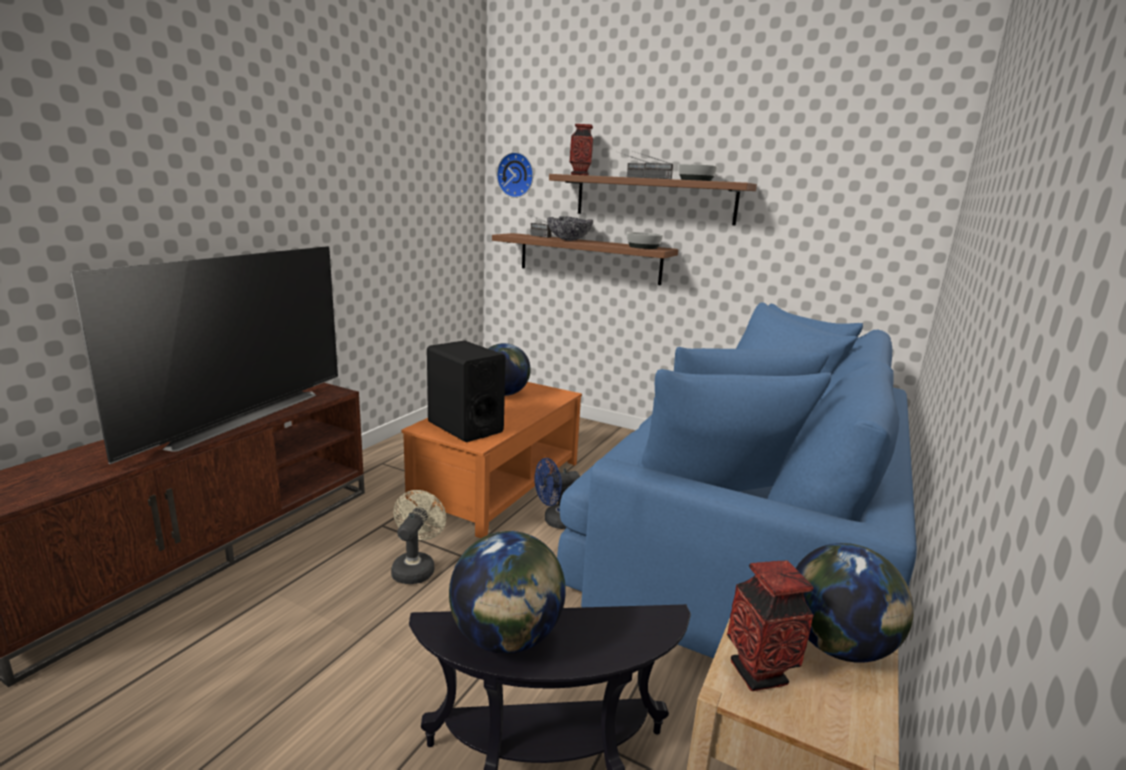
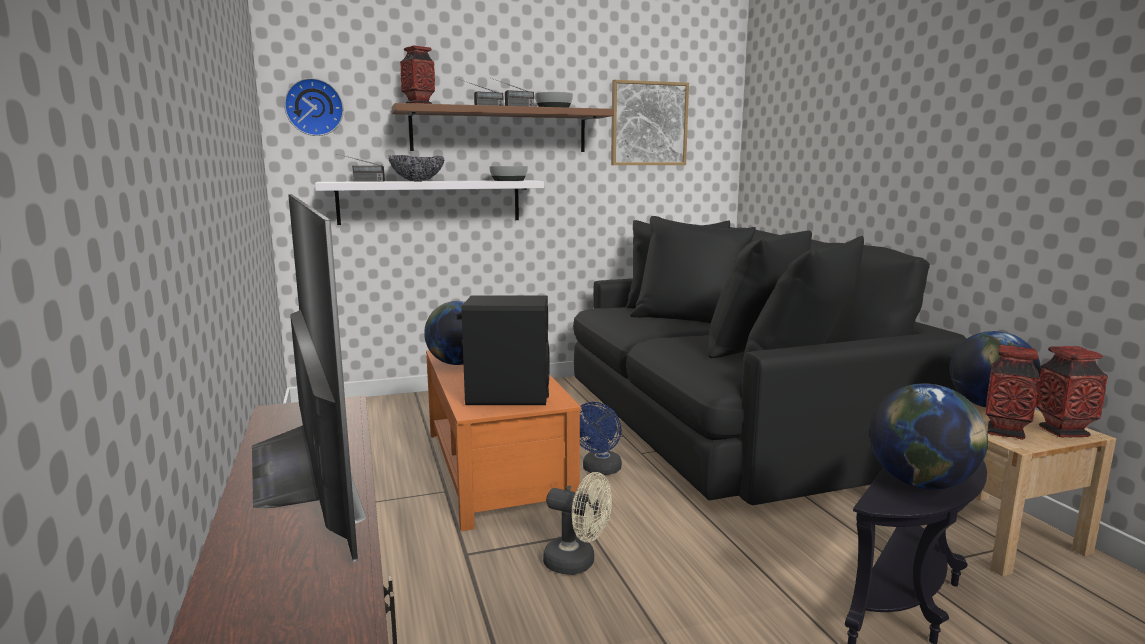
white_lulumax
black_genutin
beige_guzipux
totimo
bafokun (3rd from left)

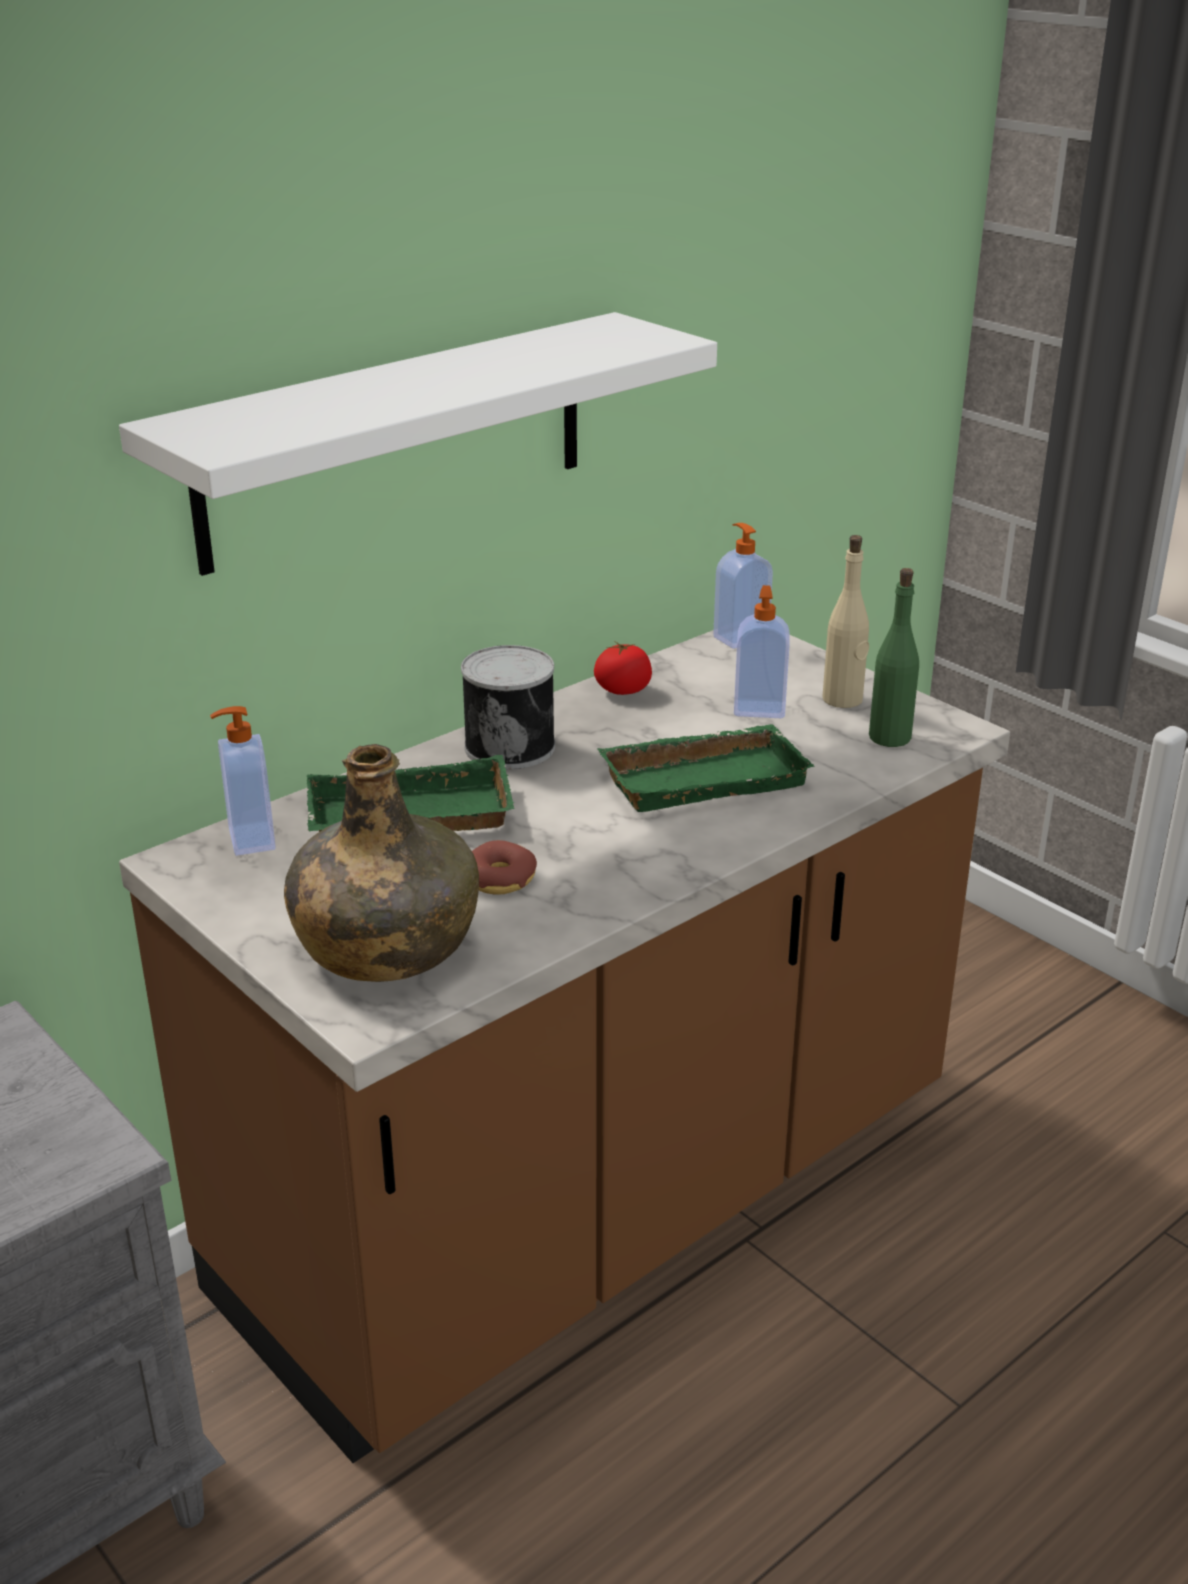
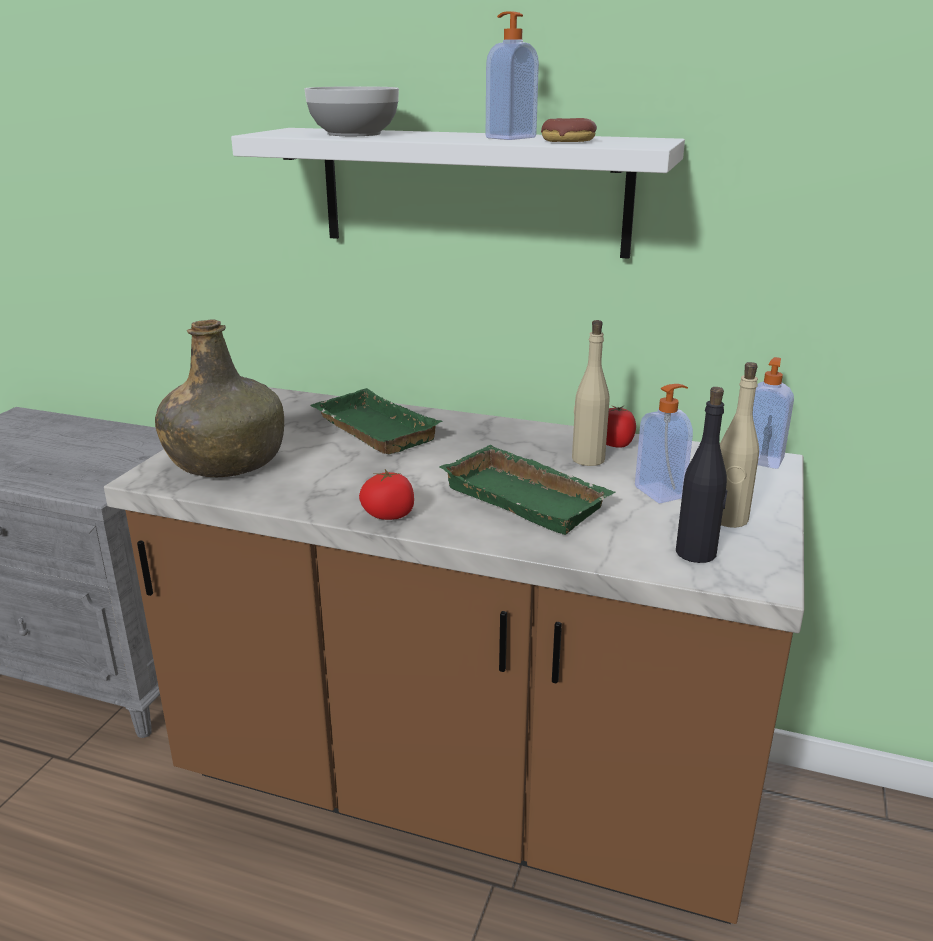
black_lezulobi
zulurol
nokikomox (1st from left)
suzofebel
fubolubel
beige_lezulobi (1st from left)
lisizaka (1st from left)

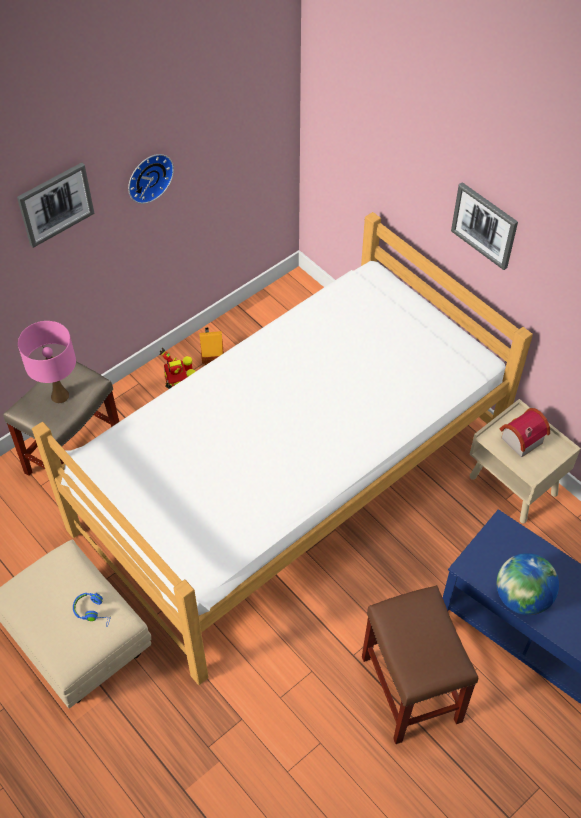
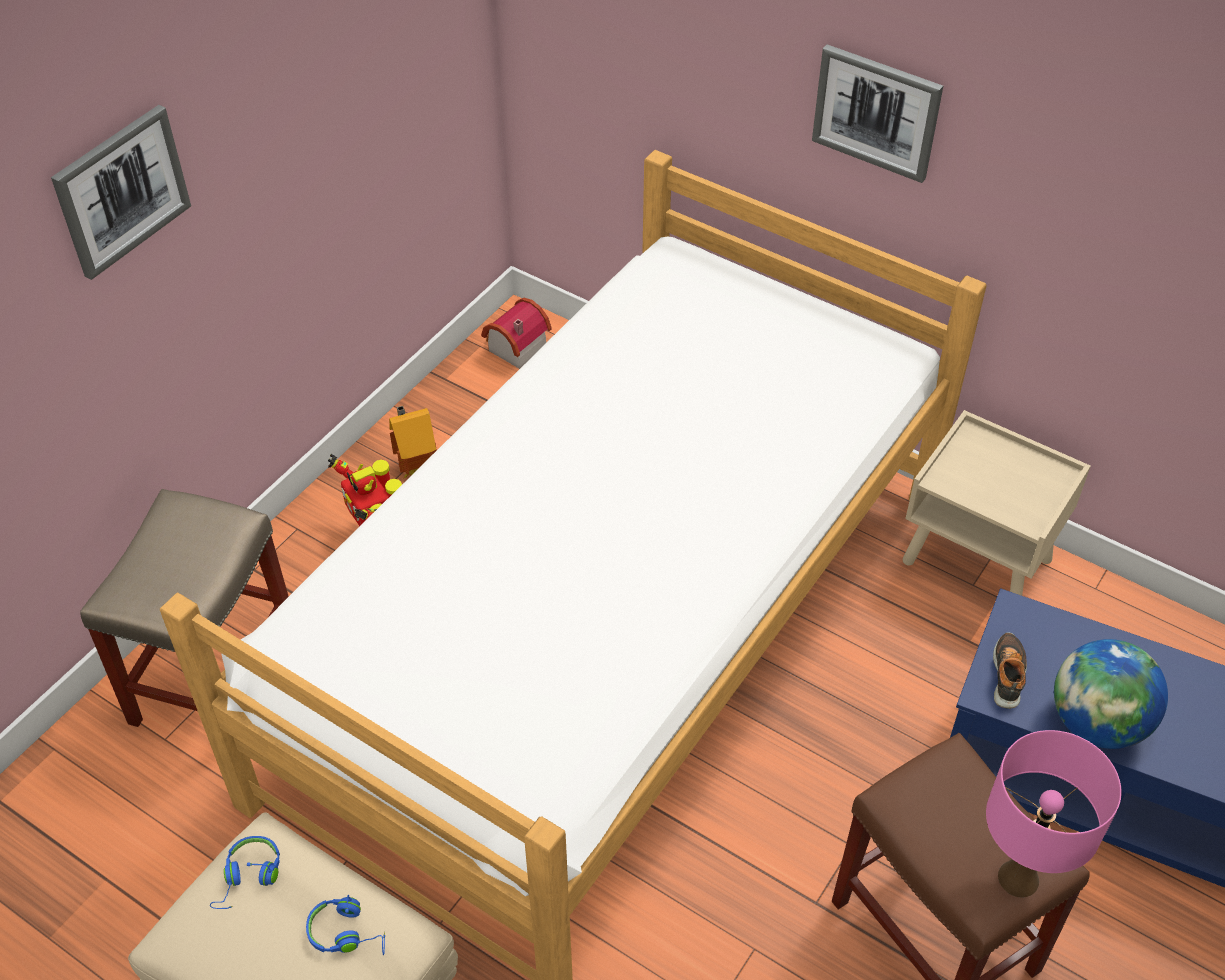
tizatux
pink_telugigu
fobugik (2nd from left)
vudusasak
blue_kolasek (1st from left)

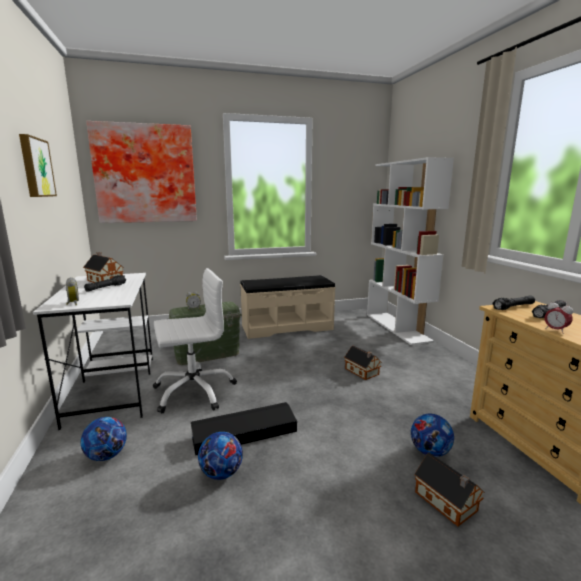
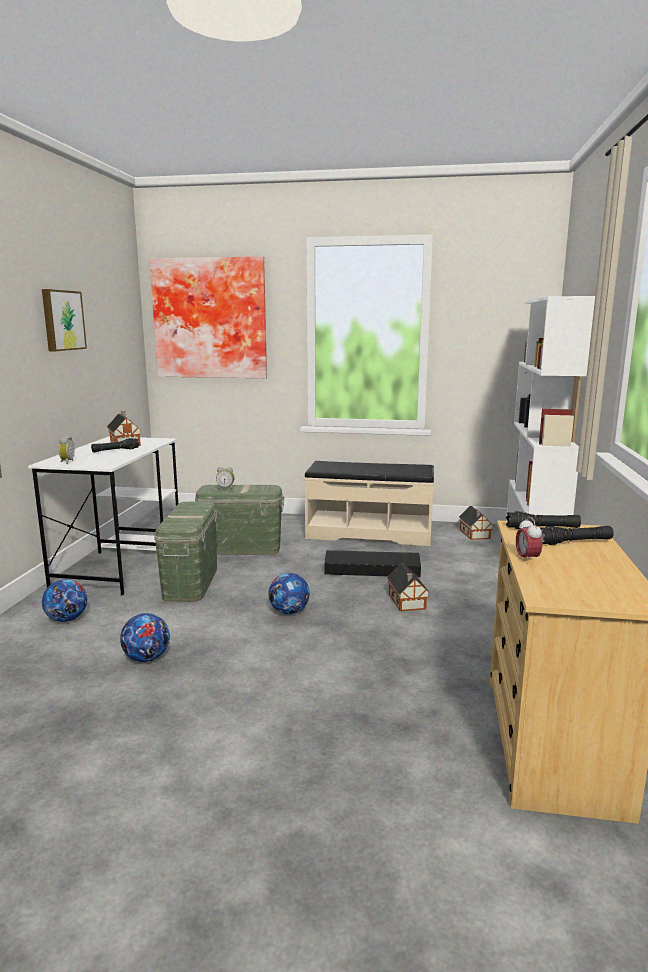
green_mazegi (1st from left)
black_mazegi
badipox (3rd from left)
fobugik (3rd from left)

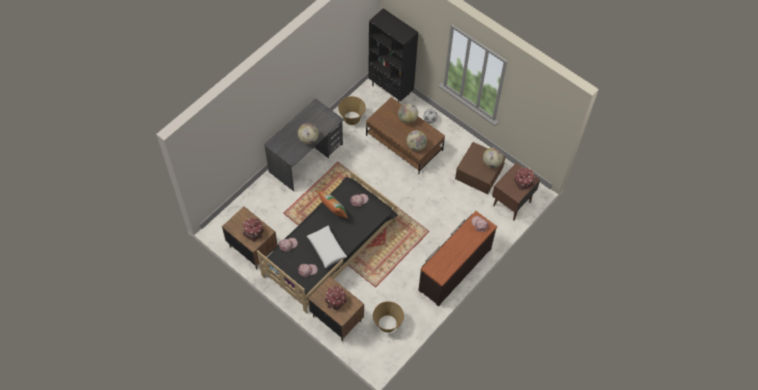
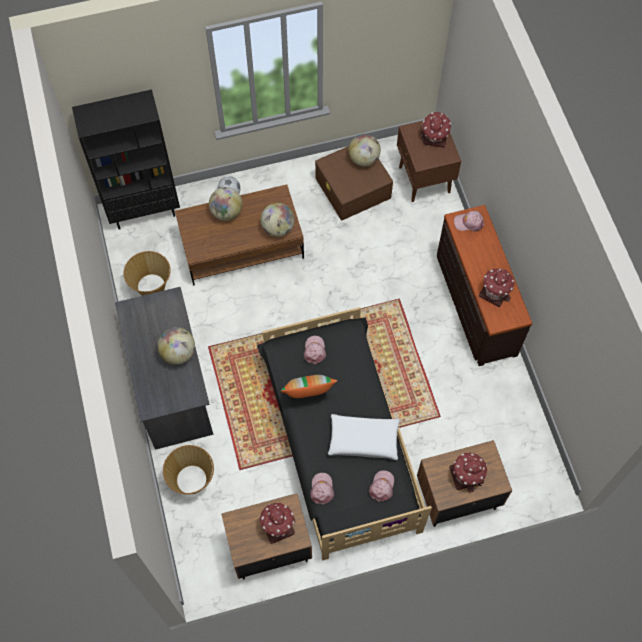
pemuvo (2nd from left)
fobugik (4th from left)

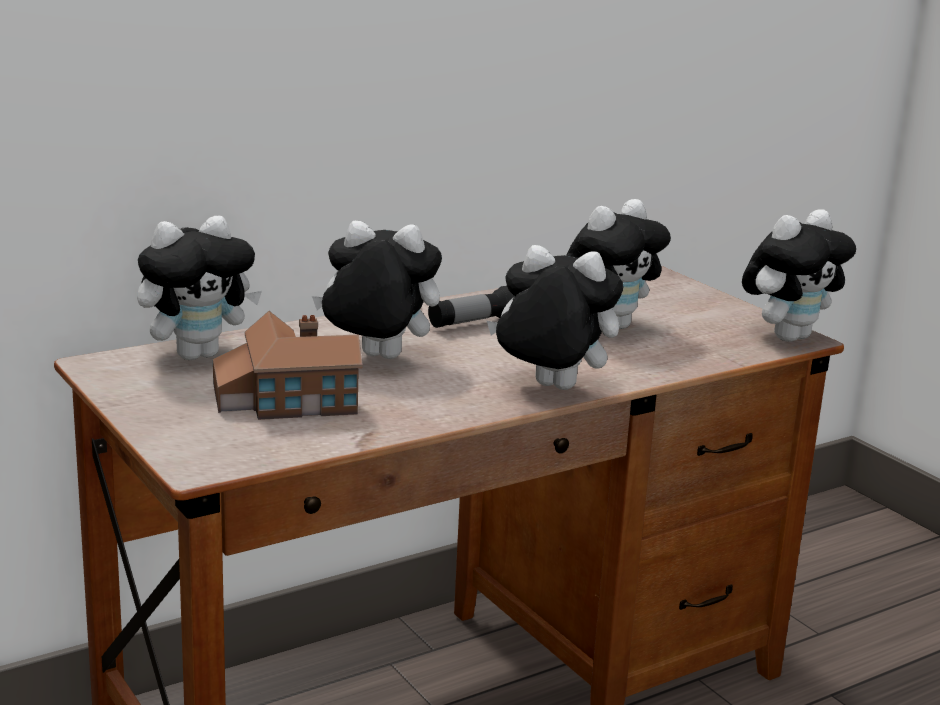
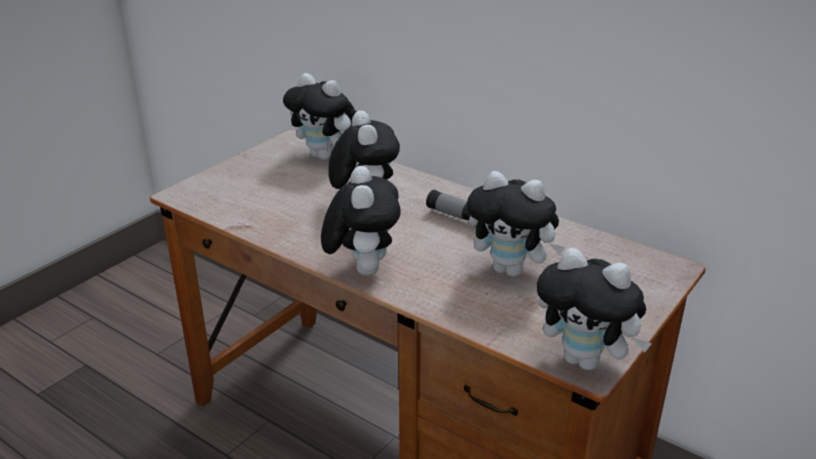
fobugik

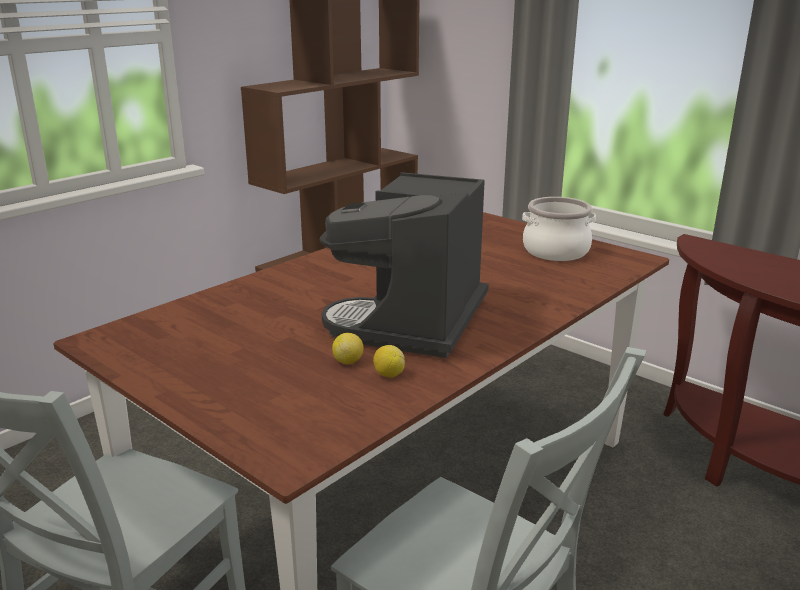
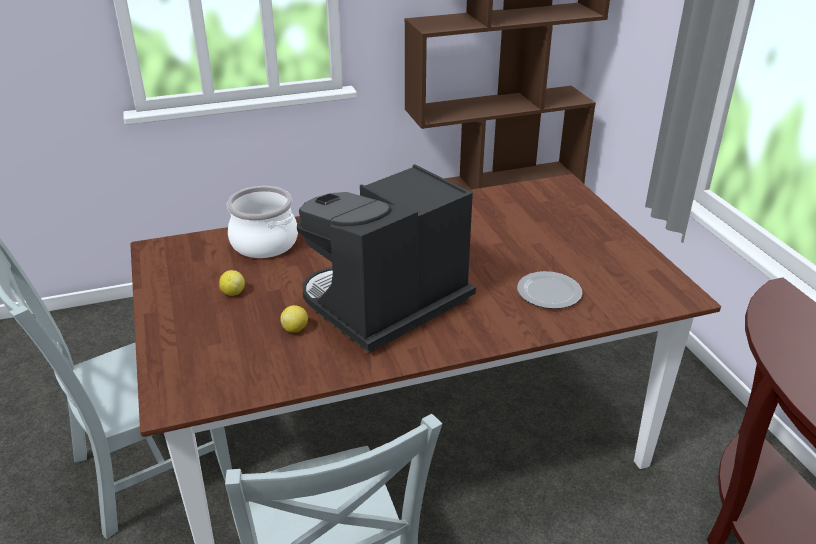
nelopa
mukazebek (1st from left)
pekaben

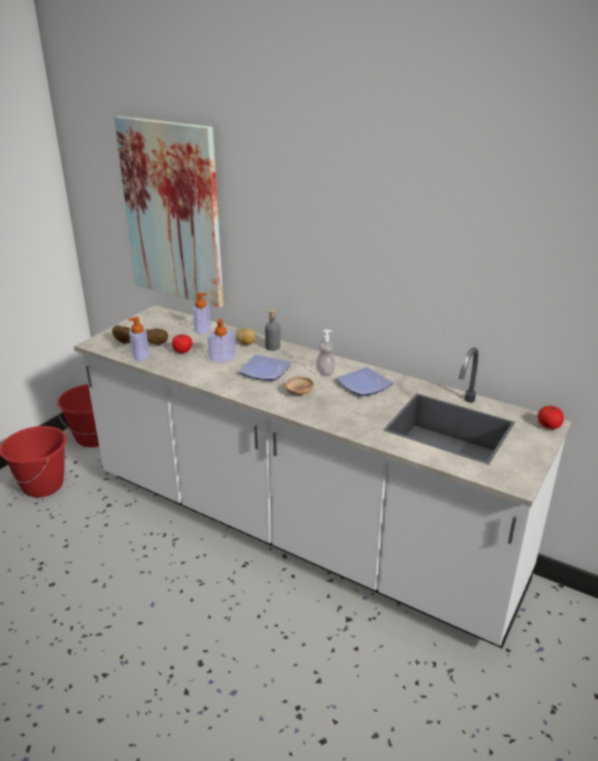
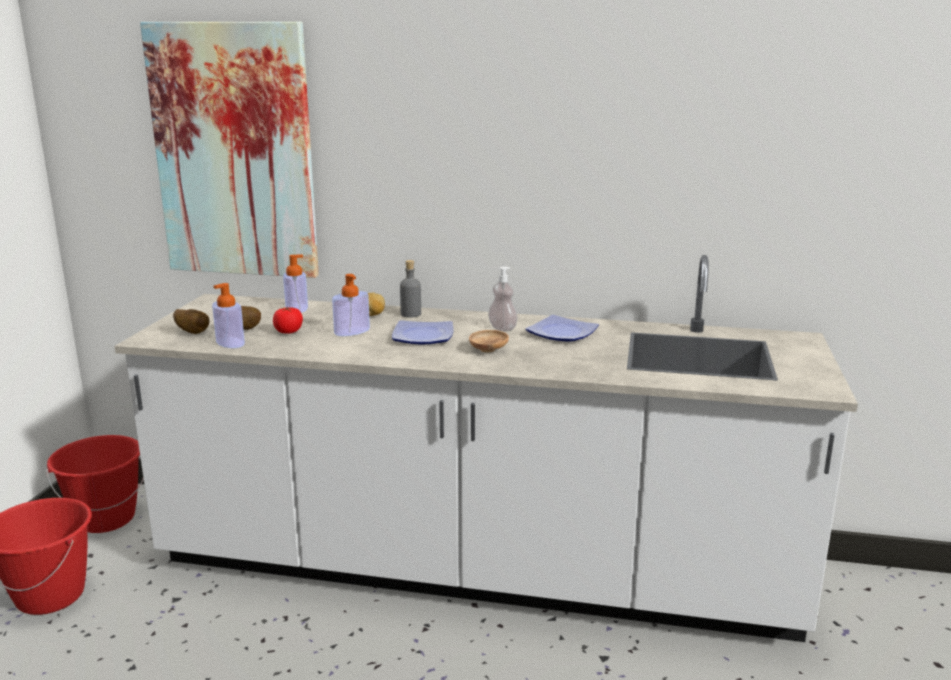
lisizaka (2nd from left in the first image)

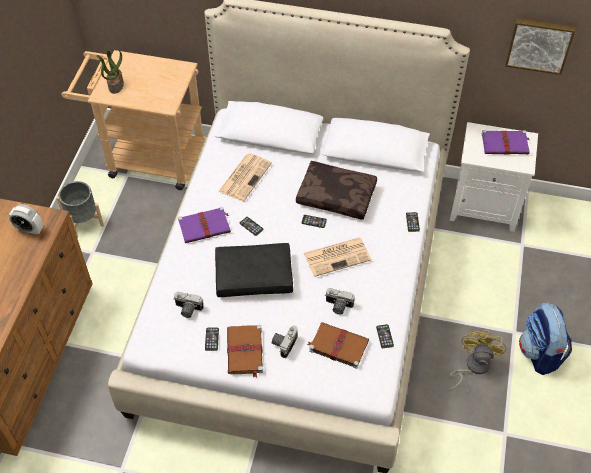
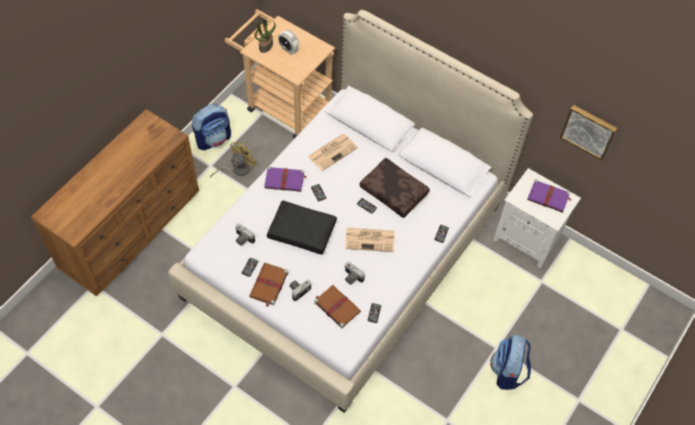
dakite (1st from left)
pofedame
yellow_guzipux

